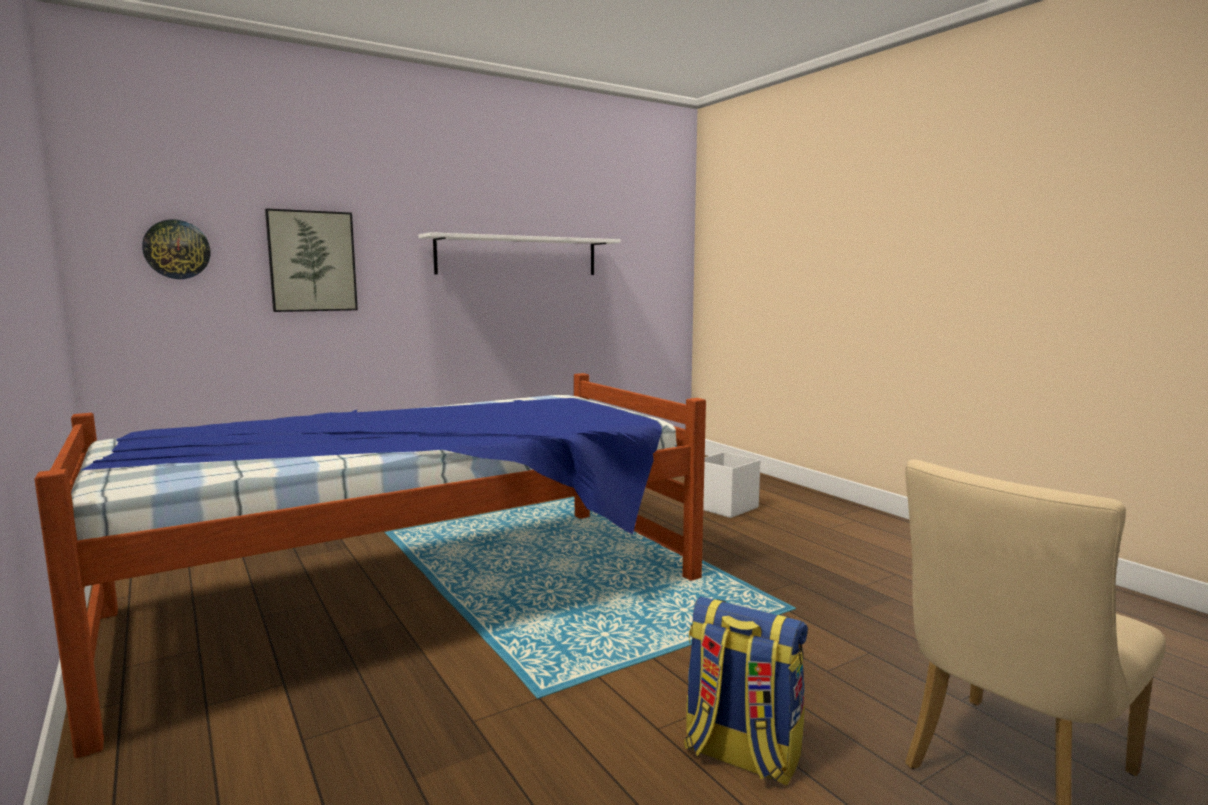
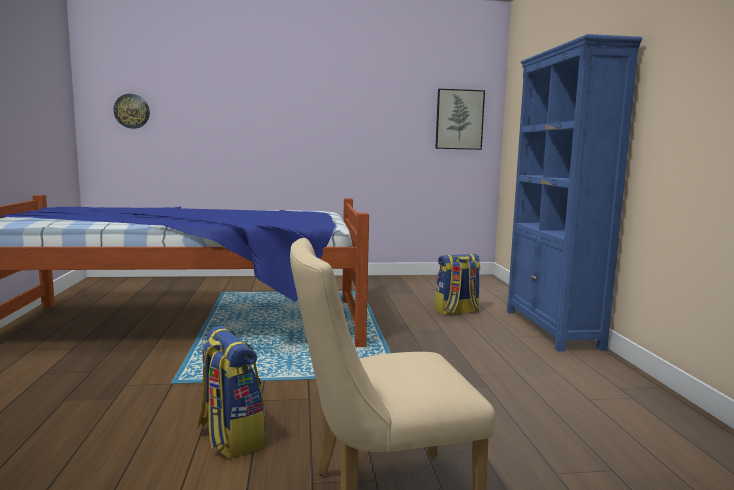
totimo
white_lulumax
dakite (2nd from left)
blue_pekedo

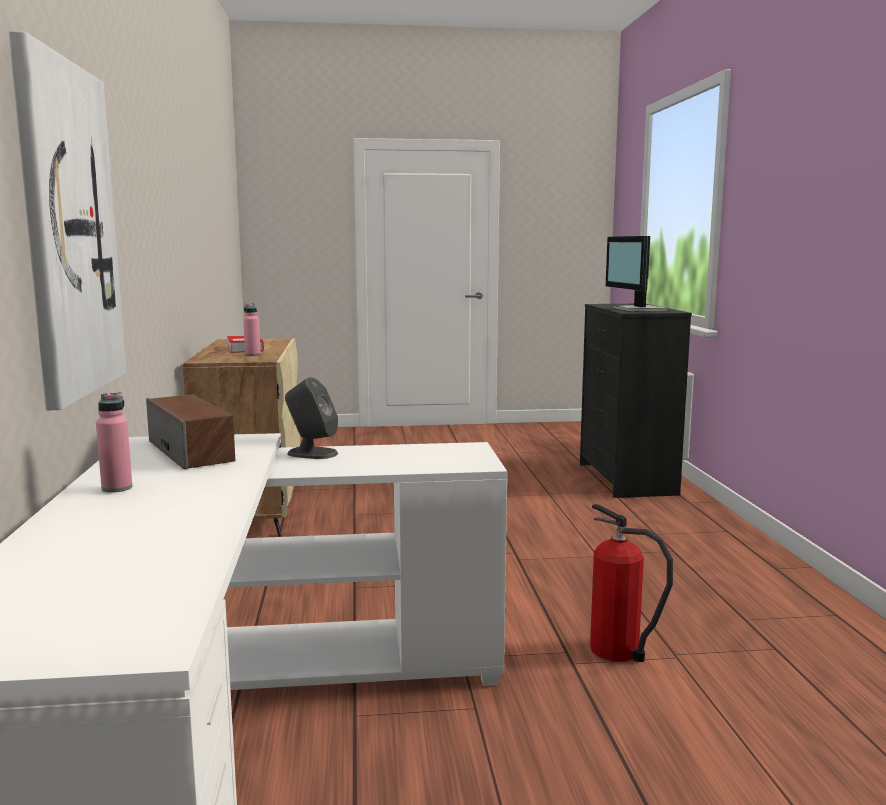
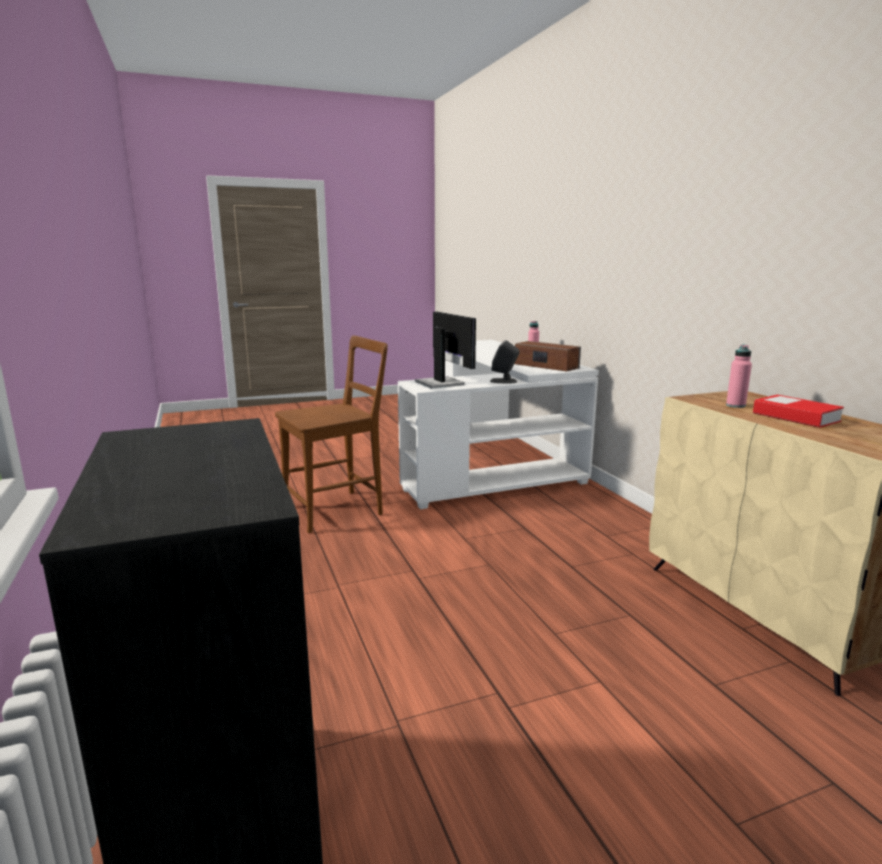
totimo
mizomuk
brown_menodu

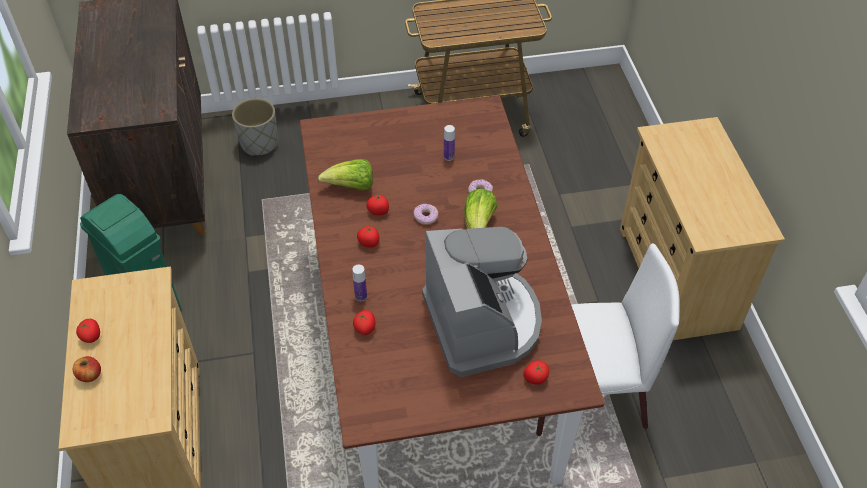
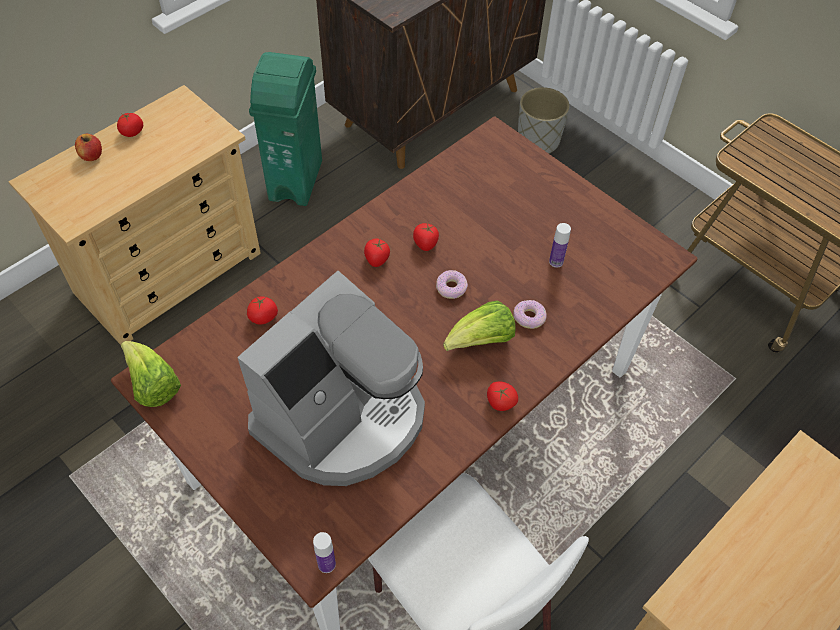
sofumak (1st from left)
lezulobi (1st from left)
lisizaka (5th from left)

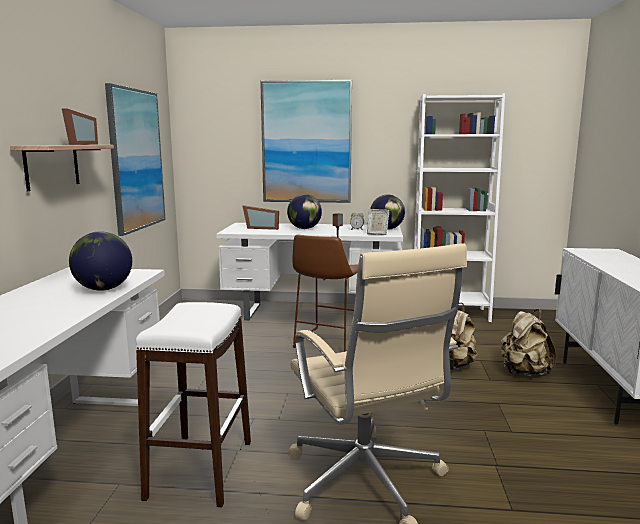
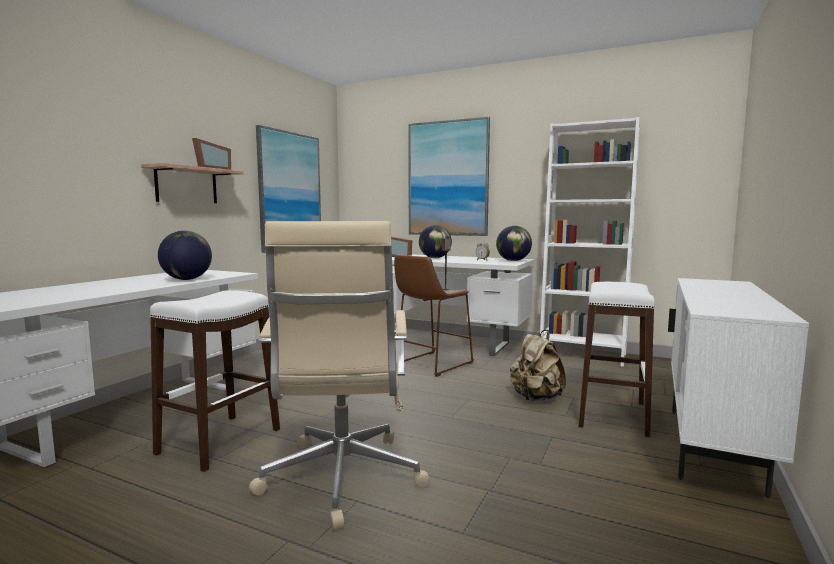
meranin (3rd from left in the first image)
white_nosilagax (2nd from left)

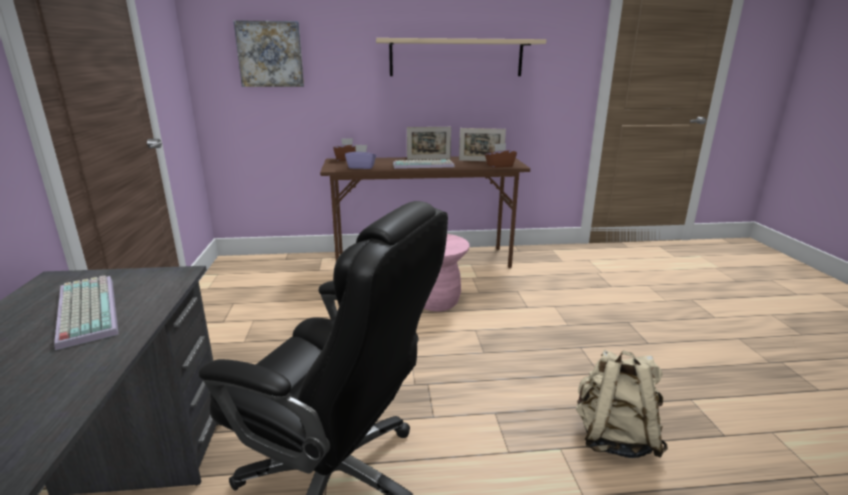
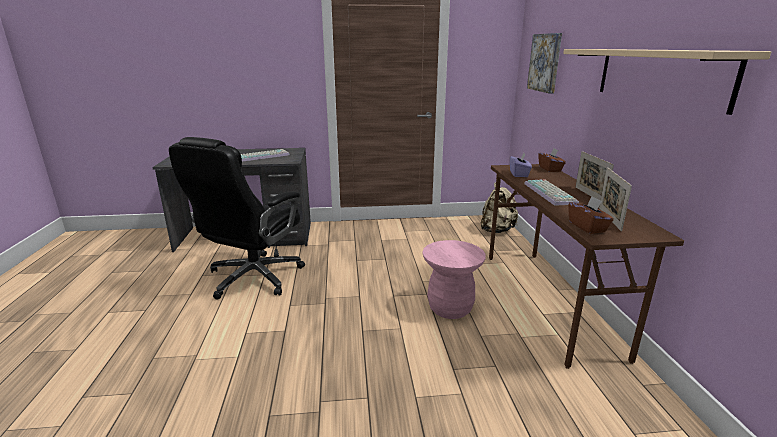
beige_dakite

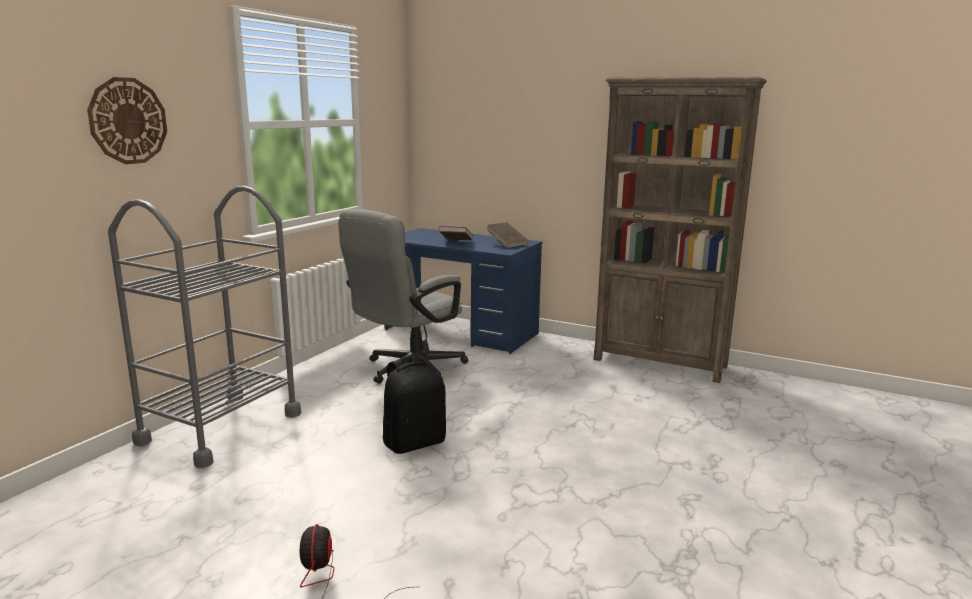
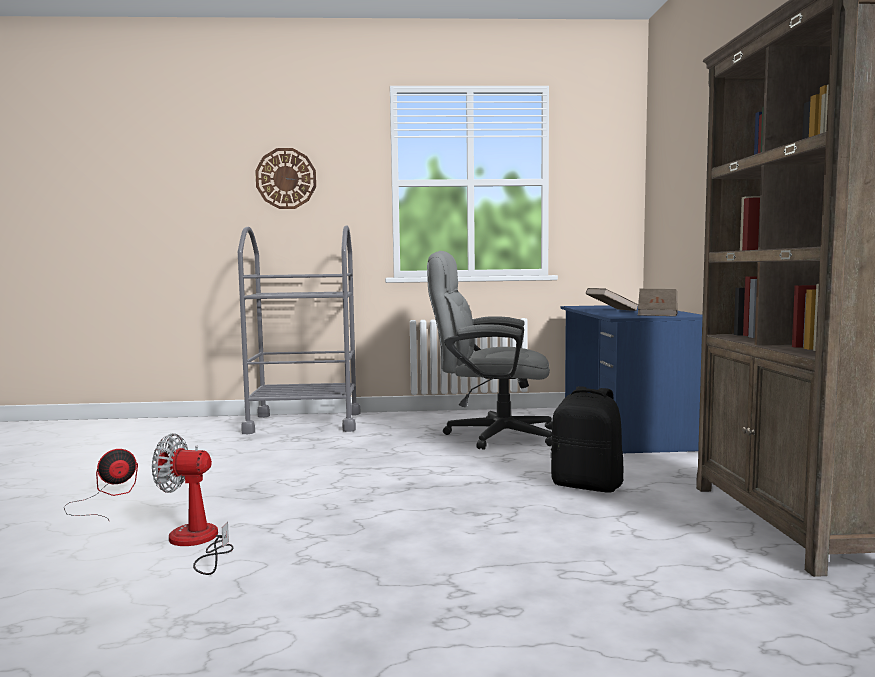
black_dakite
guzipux (2nd from left)

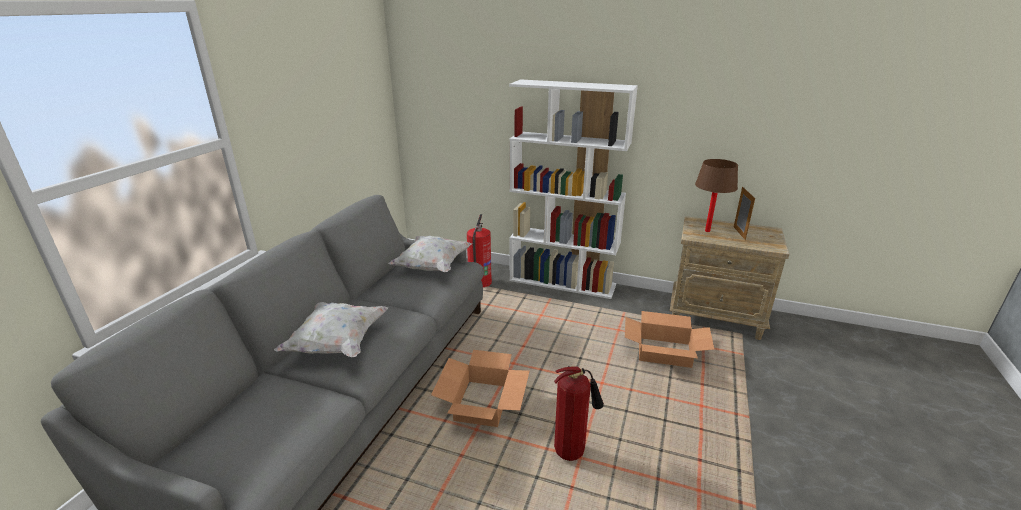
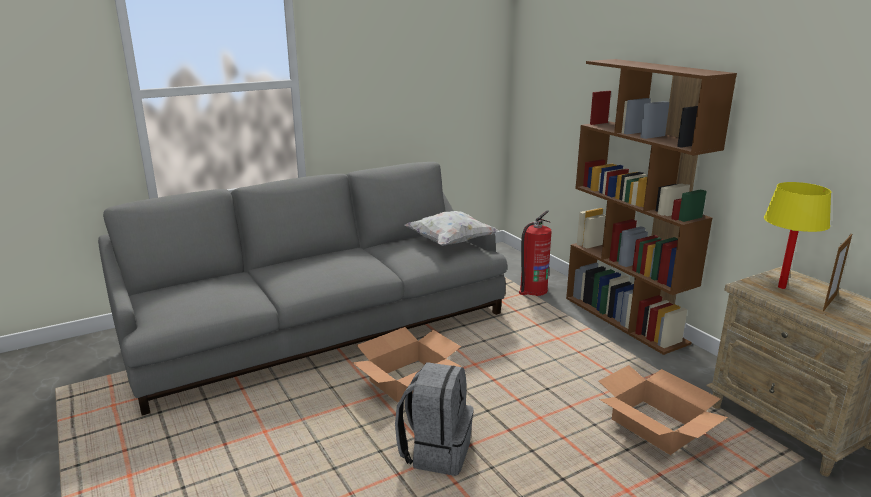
brown_pekedo
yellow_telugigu
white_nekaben (1st from left in the first image)
grey_dakite

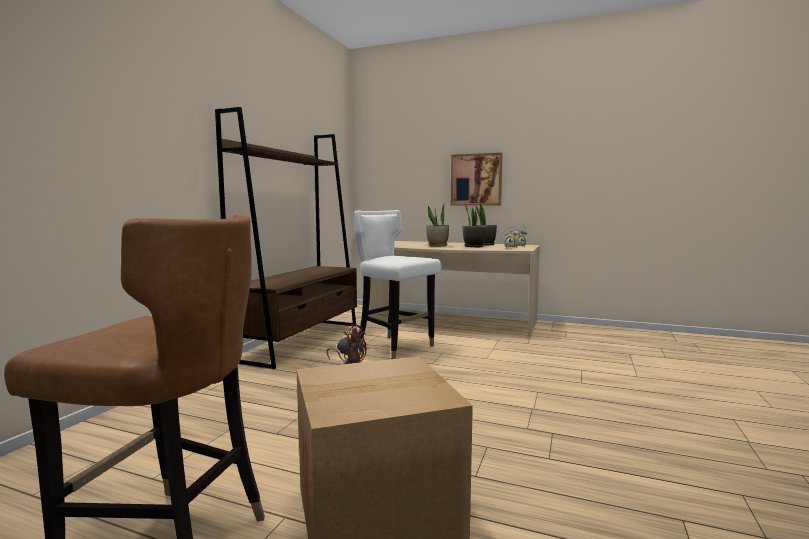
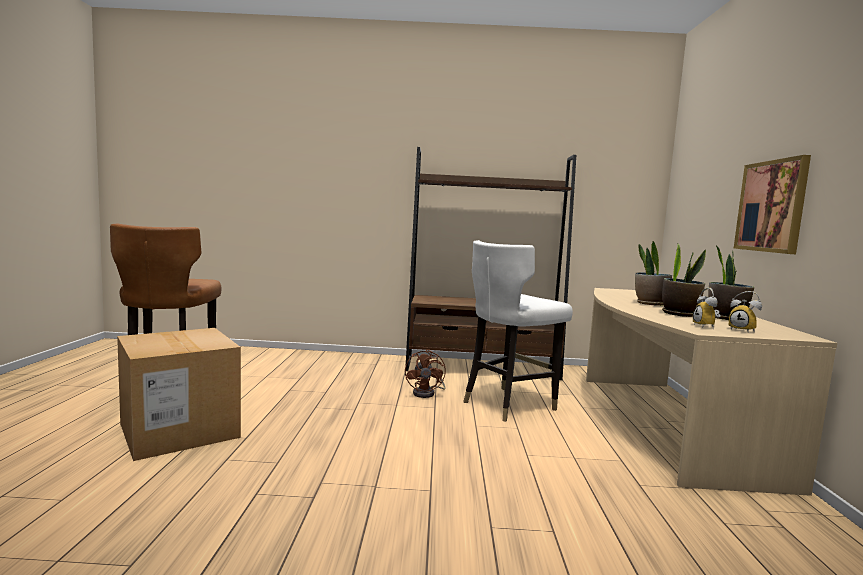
white_menodu

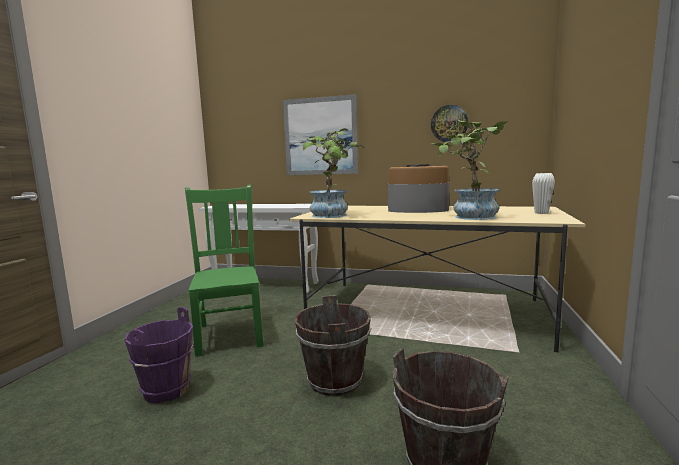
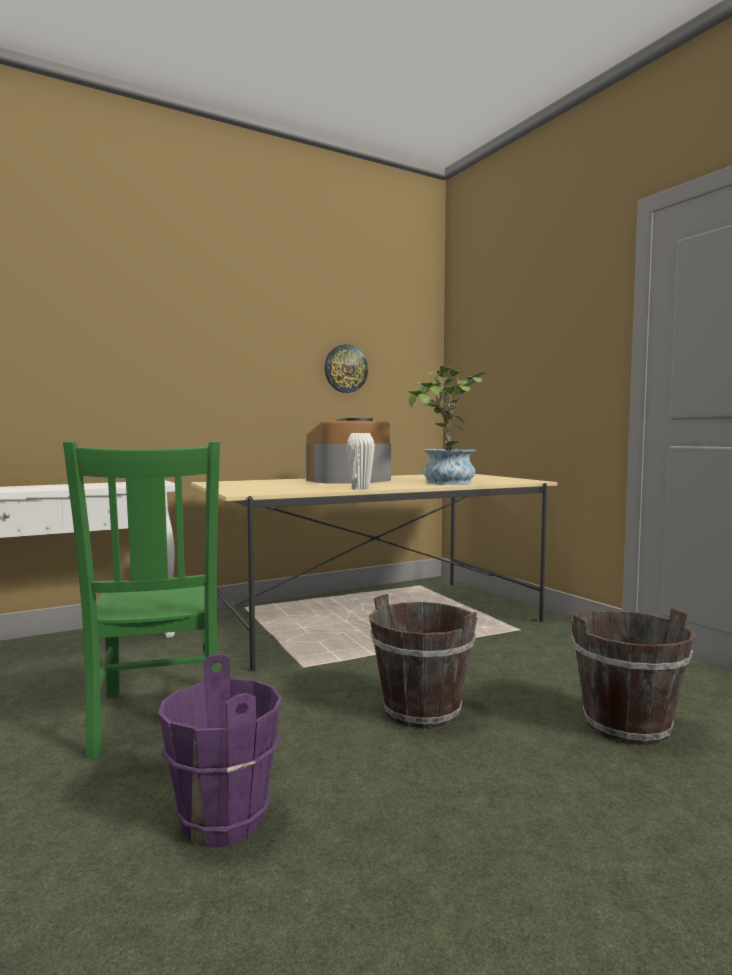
totimo
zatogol (1st from left in the first image)
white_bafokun
green_menodu

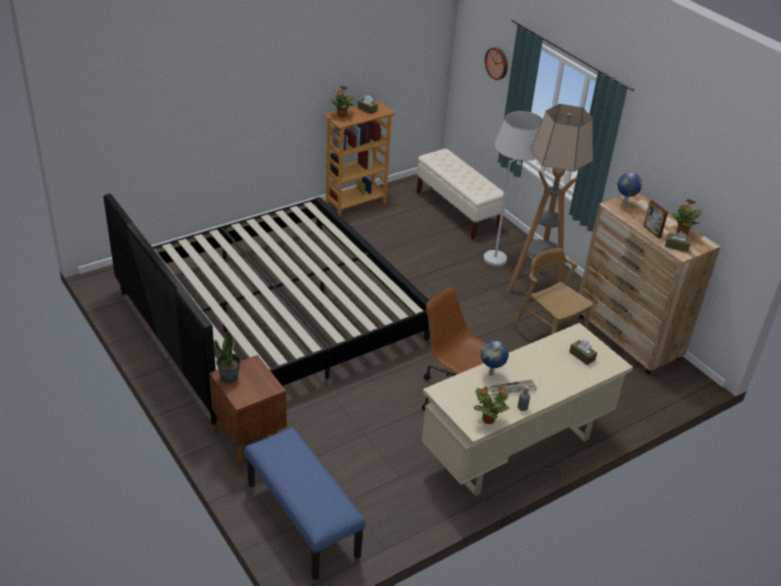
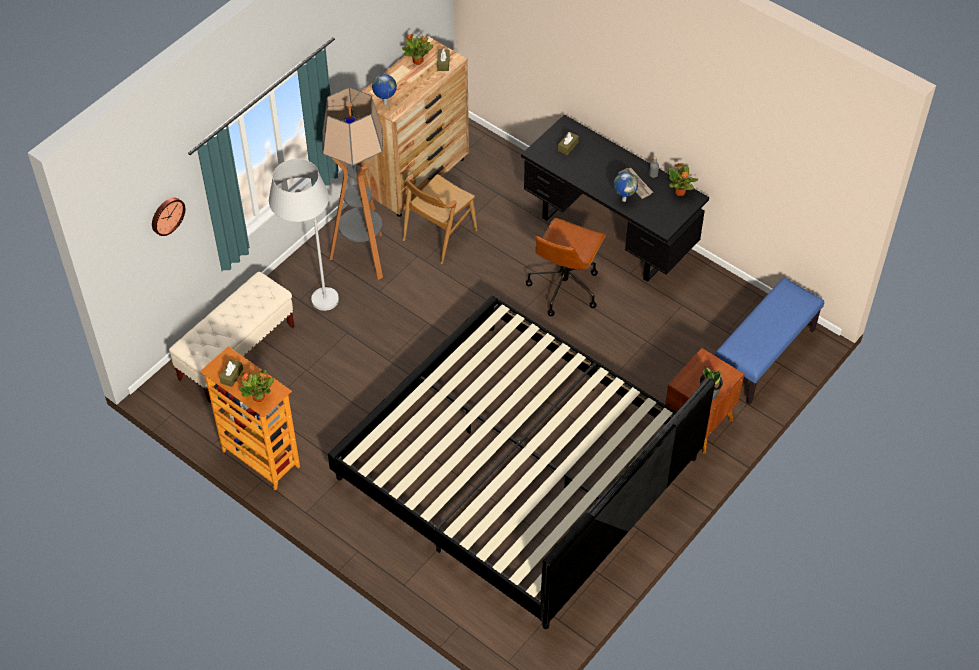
meranin
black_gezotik

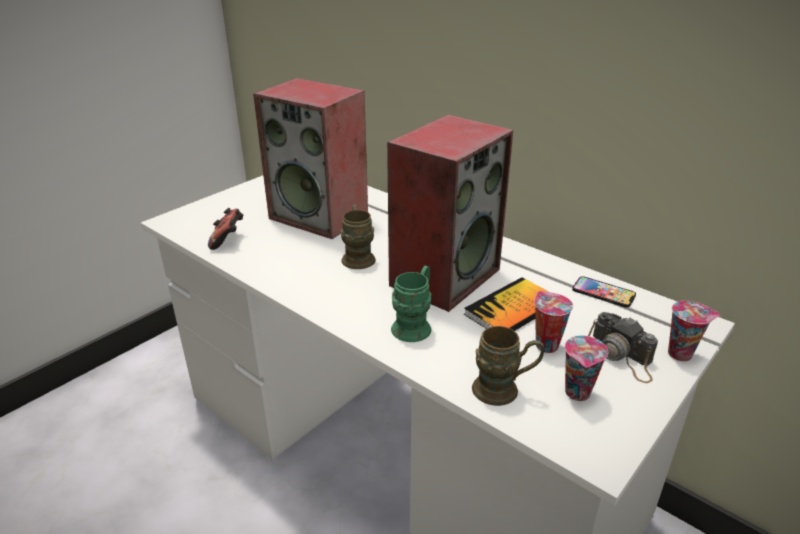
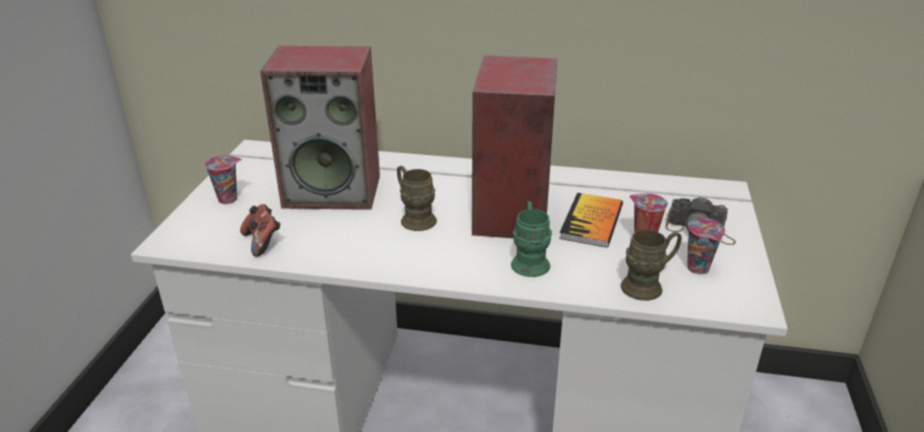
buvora
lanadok (1st from left)

